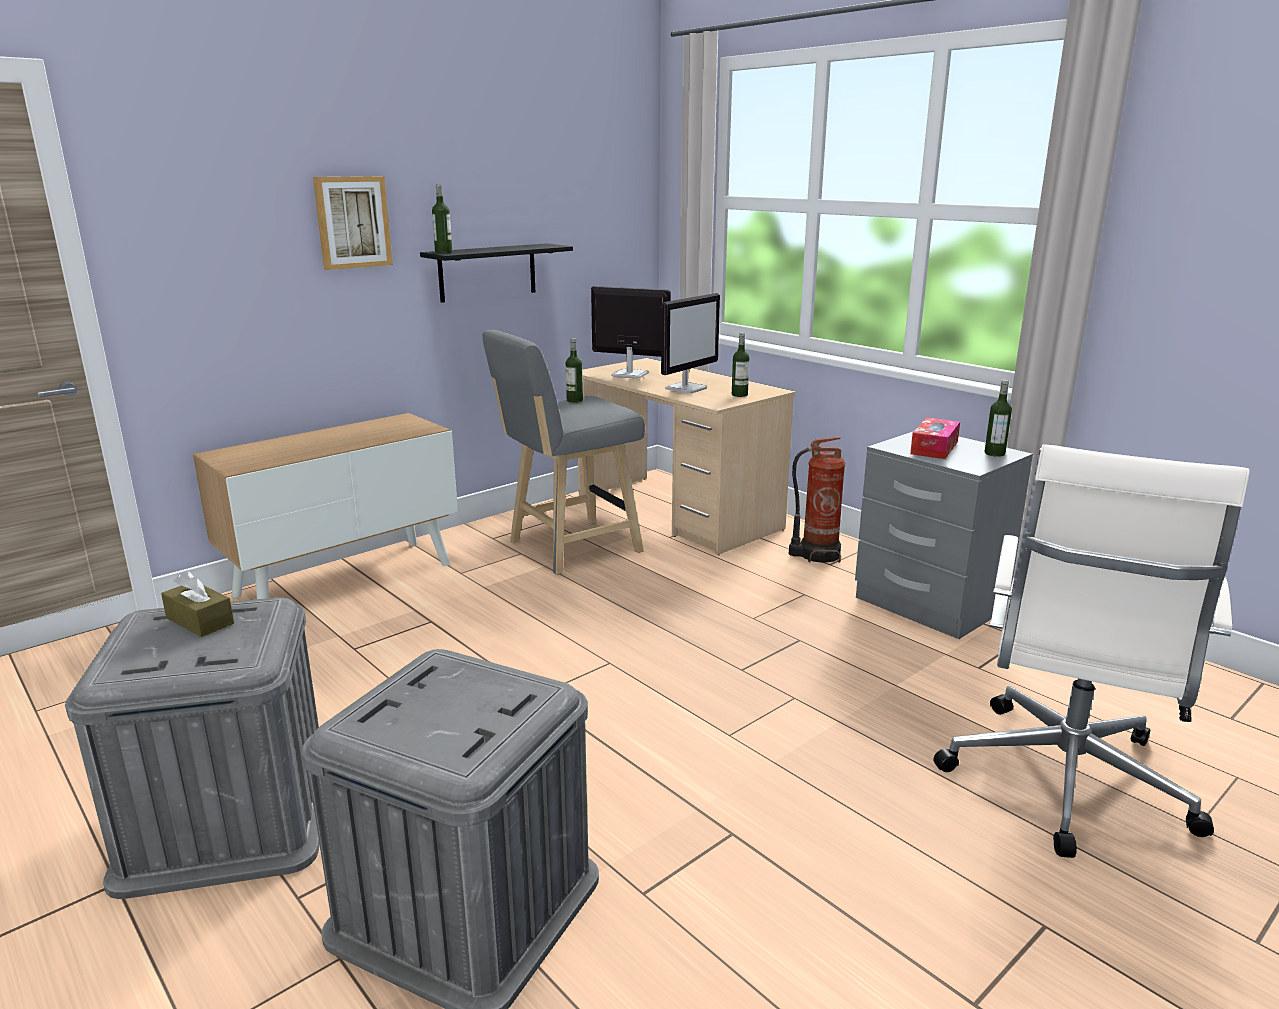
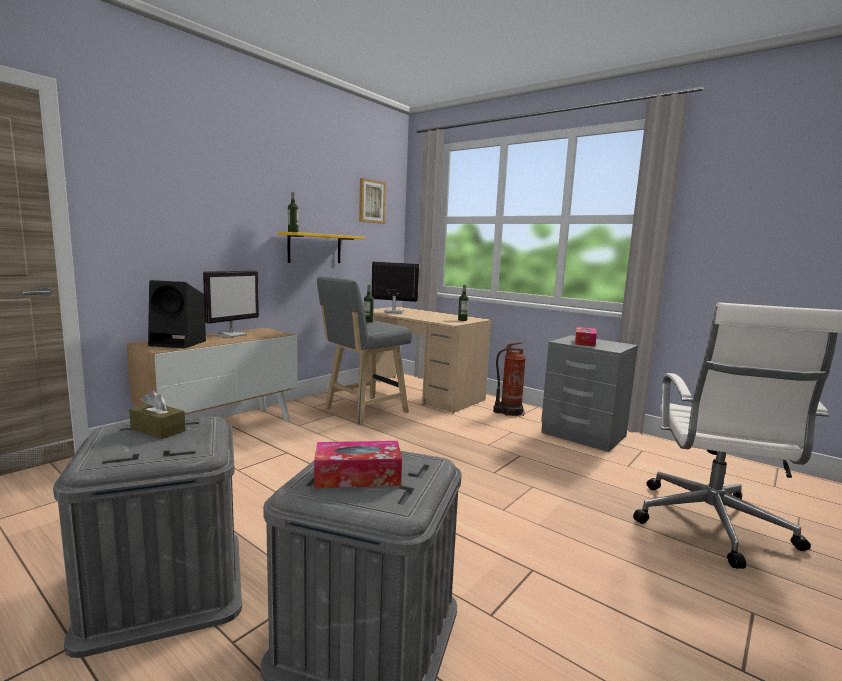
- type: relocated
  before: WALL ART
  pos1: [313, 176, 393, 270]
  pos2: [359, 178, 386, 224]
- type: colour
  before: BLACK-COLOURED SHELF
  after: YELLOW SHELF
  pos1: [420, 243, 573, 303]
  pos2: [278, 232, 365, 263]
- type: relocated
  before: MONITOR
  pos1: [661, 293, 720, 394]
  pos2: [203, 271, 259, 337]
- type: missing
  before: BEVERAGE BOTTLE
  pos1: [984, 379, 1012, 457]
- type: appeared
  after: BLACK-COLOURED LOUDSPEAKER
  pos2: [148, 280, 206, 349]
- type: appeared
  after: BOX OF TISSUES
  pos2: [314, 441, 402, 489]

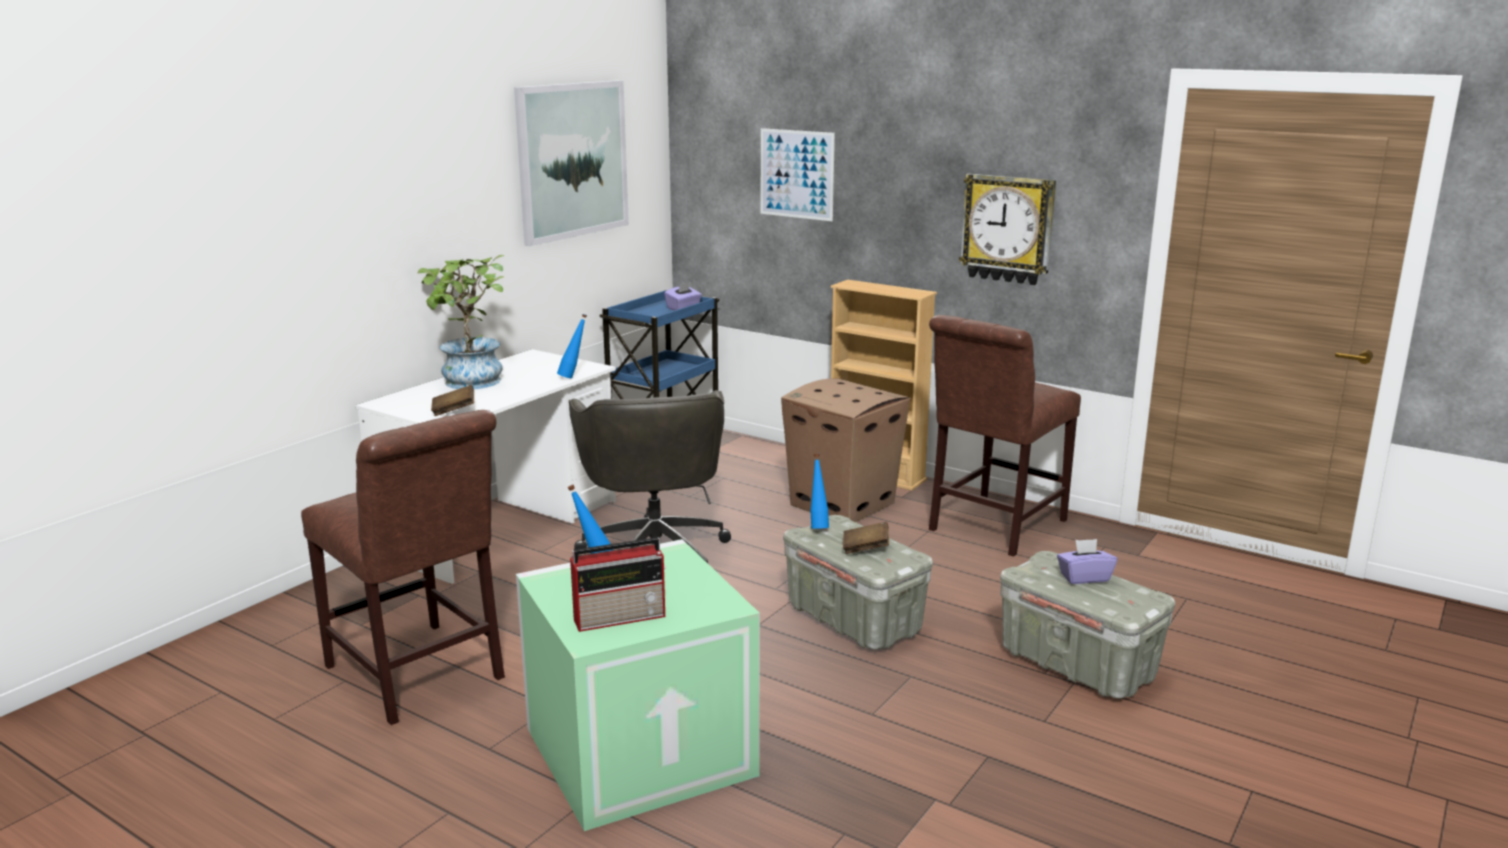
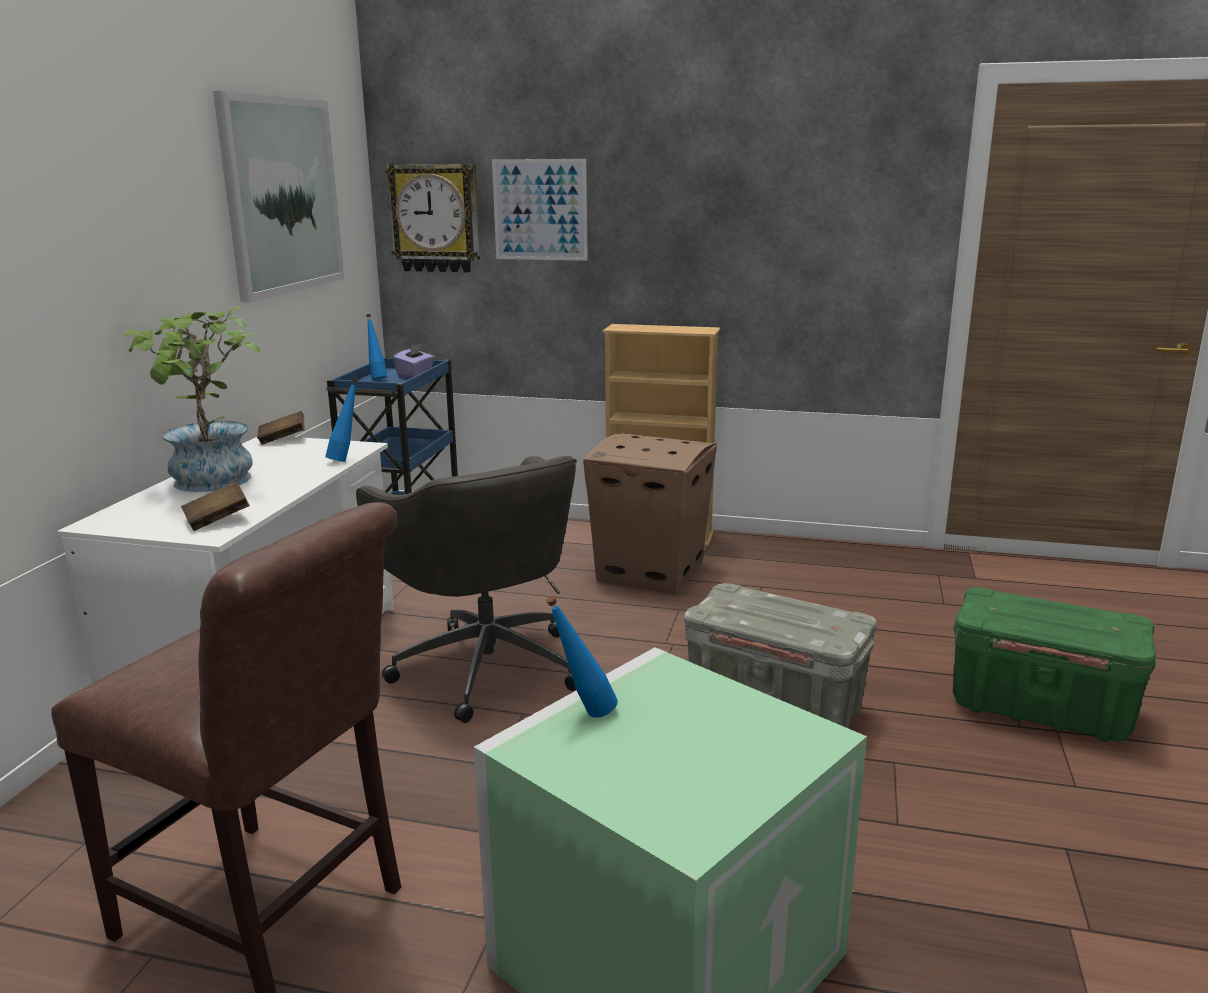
- type: missing
  before: RADIO
  pos1: [570, 537, 666, 632]
- type: relocated
  before: BLUE-COLOURED BEVERAGE BOTTLE
  pos1: [811, 454, 829, 529]
  pos2: [366, 314, 387, 380]
- type: relocated
  before: BROWN BOUND BOOK
  pos1: [843, 522, 889, 554]
  pos2: [257, 411, 305, 445]
- type: missing
  before: BROWN CHAIR
  pos1: [929, 315, 1081, 557]
- type: relocated
  before: CLOCK ON THE WALL
  pos1: [959, 174, 1056, 285]
  pos2: [385, 164, 480, 273]
- type: colour
  before: GREY STORAGE CONTAINER
  after: GREEN STORAGE CONTAINER
  pos1: [1000, 551, 1175, 699]
  pos2: [953, 587, 1156, 742]
- type: missing
  before: PURPLISH BOX OF TISSUES
  pos1: [1057, 539, 1117, 584]

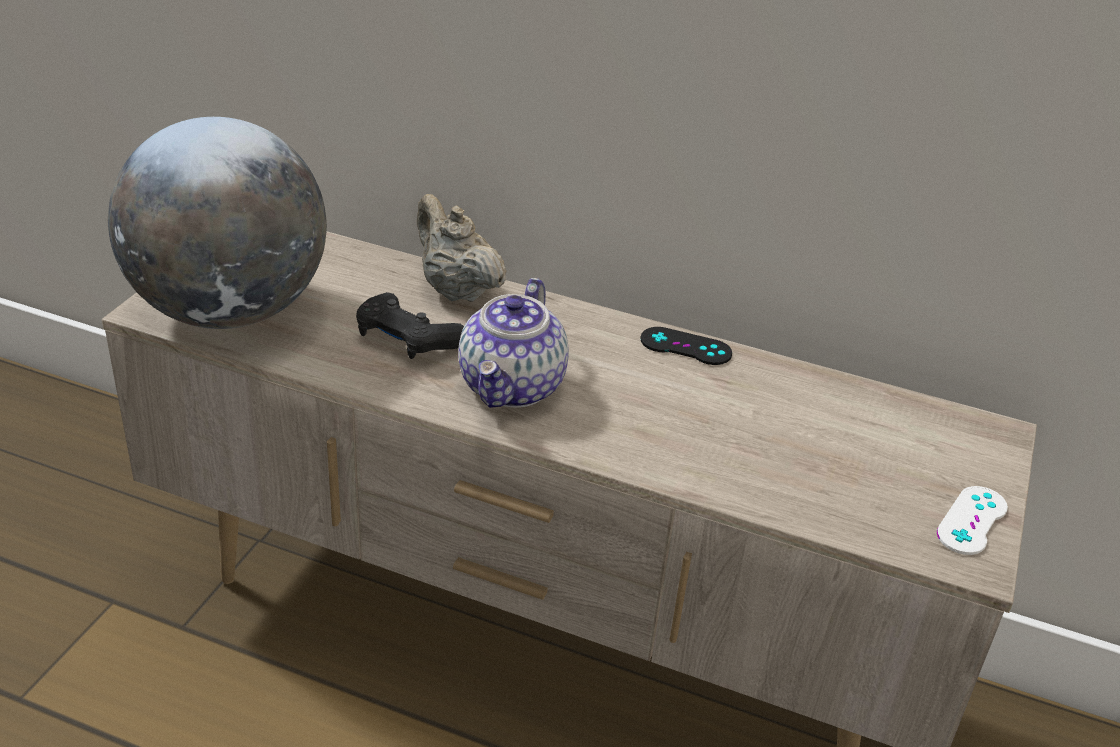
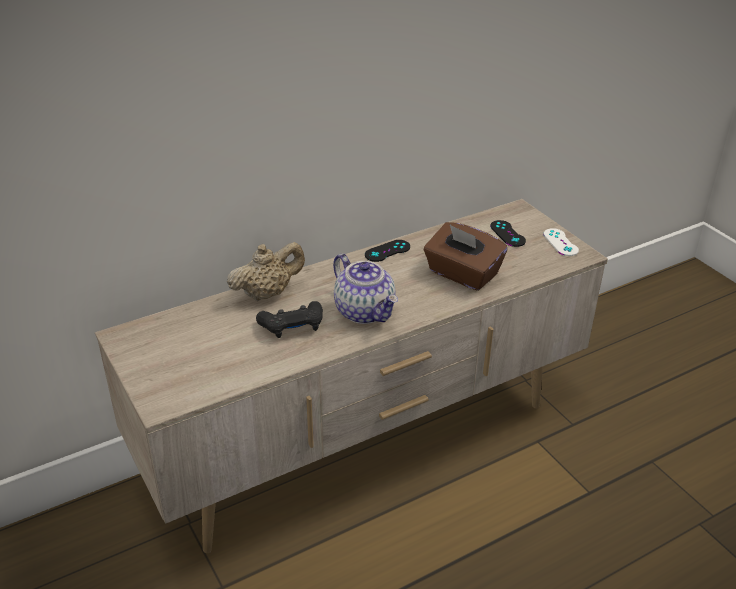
- type: missing
  before: WORLD GLOBE
  pos1: [108, 117, 327, 329]
- type: spun
  before: SAND-COLOURED TEA POT
  pos1: [417, 194, 506, 302]
  pos2: [227, 242, 305, 301]
  turn: 150
- type: appeared
  after: BROWN BOX OF TISSUES
  pos2: [424, 222, 508, 291]
- type: appeared
  after: BLACK-COLOURED GAME CONTROLLER
  pos2: [490, 220, 526, 247]

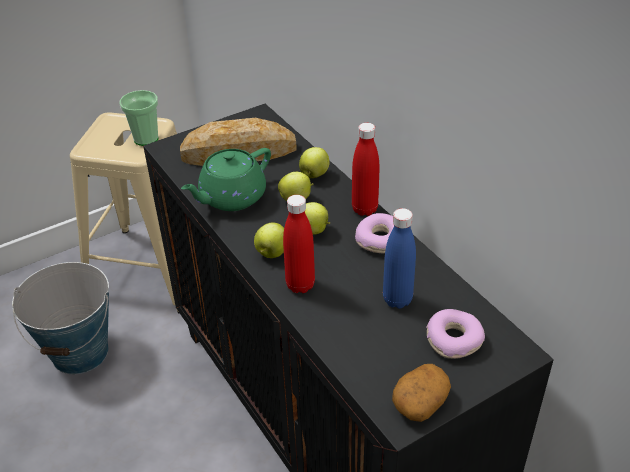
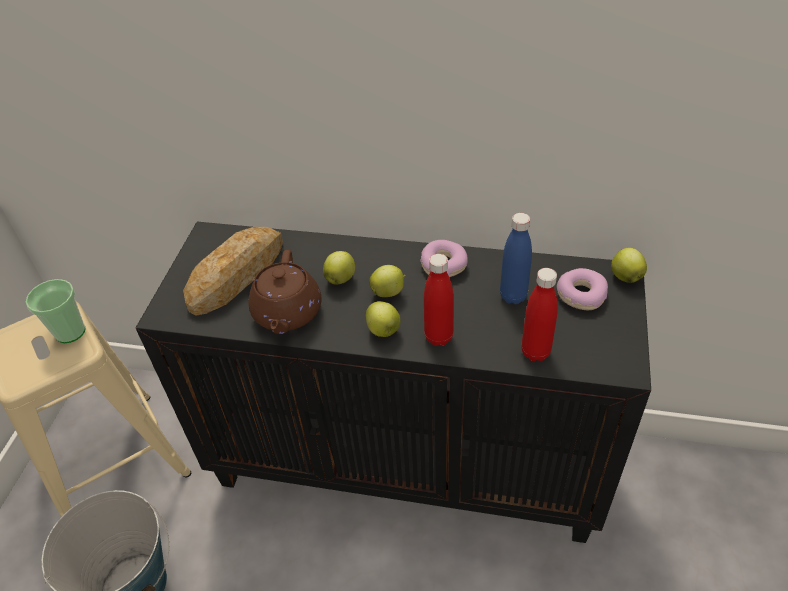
- type: colour
  before: GREEN TEA POT
  after: BROWN TEA POT
  pos1: [181, 148, 271, 211]
  pos2: [248, 250, 321, 334]
- type: relocated
  before: APPLE
  pos1: [299, 147, 329, 178]
  pos2: [611, 247, 647, 283]
- type: relocated
  before: RED-COLOURED BEVERAGE BOTTLE
  pos1: [352, 123, 380, 216]
  pos2: [521, 268, 558, 361]
- type: missing
  before: POTATO
  pos1: [392, 364, 451, 422]

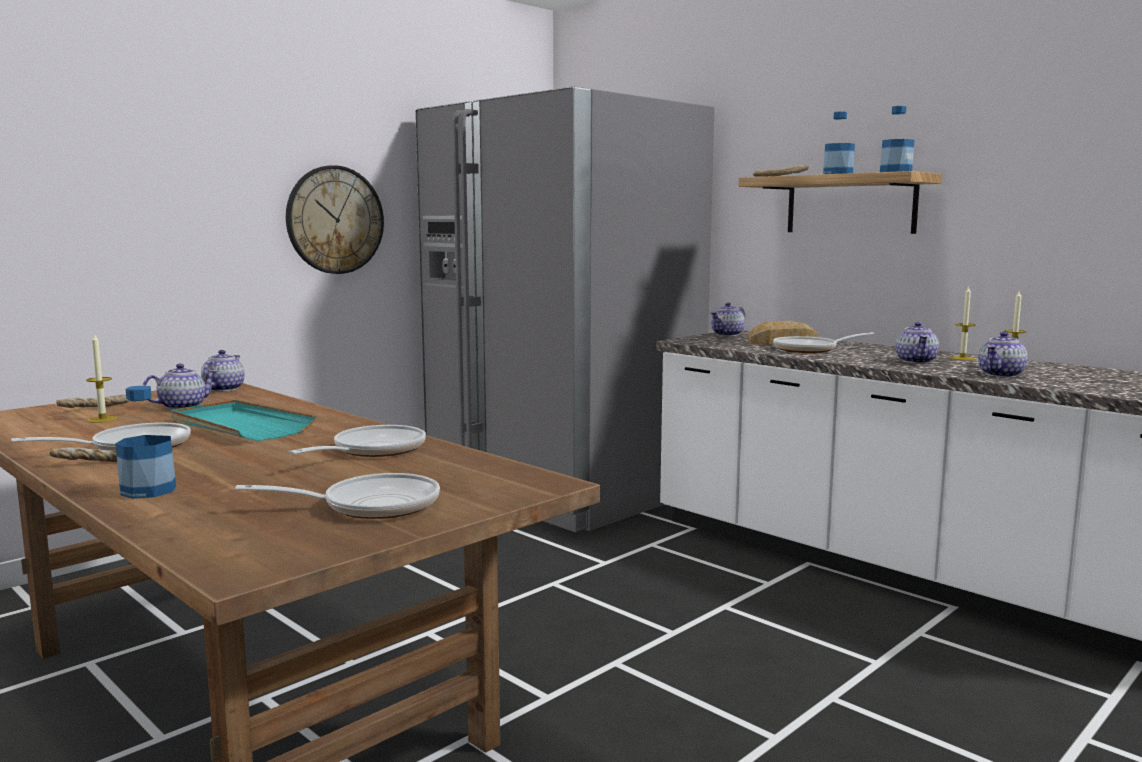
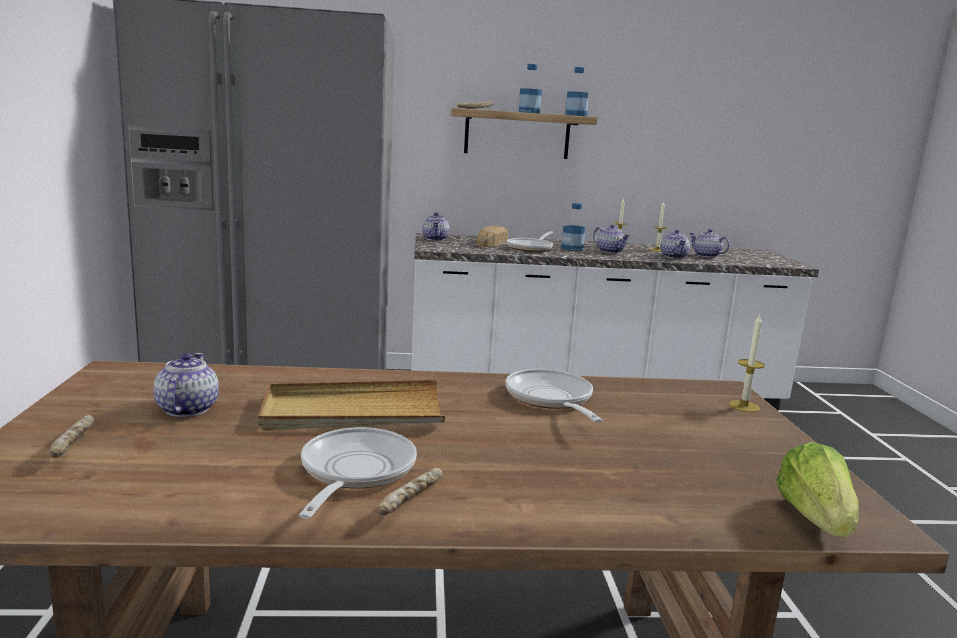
- type: relocated
  before: WAX LIGHT
  pos1: [86, 333, 118, 423]
  pos2: [729, 315, 765, 412]
- type: relocated
  before: BEVERAGE BOTTLE
  pos1: [115, 385, 176, 499]
  pos2: [561, 203, 585, 251]
- type: colour
  before: BLUE-GREEN CARRYING TRAY
  after: SAND-COLOURED CARRYING TRAY
  pos1: [171, 400, 316, 441]
  pos2: [258, 380, 445, 430]
- type: relocated
  before: TEA POT
  pos1: [201, 350, 245, 392]
  pos2: [689, 229, 730, 258]
- type: missing
  before: SKILLET
  pos1: [235, 473, 440, 519]
- type: missing
  before: CLOCK ON THE WALL
  pos1: [286, 165, 384, 274]
- type: appeared
  after: LETTUCE HEAD
  pos2: [777, 442, 859, 537]

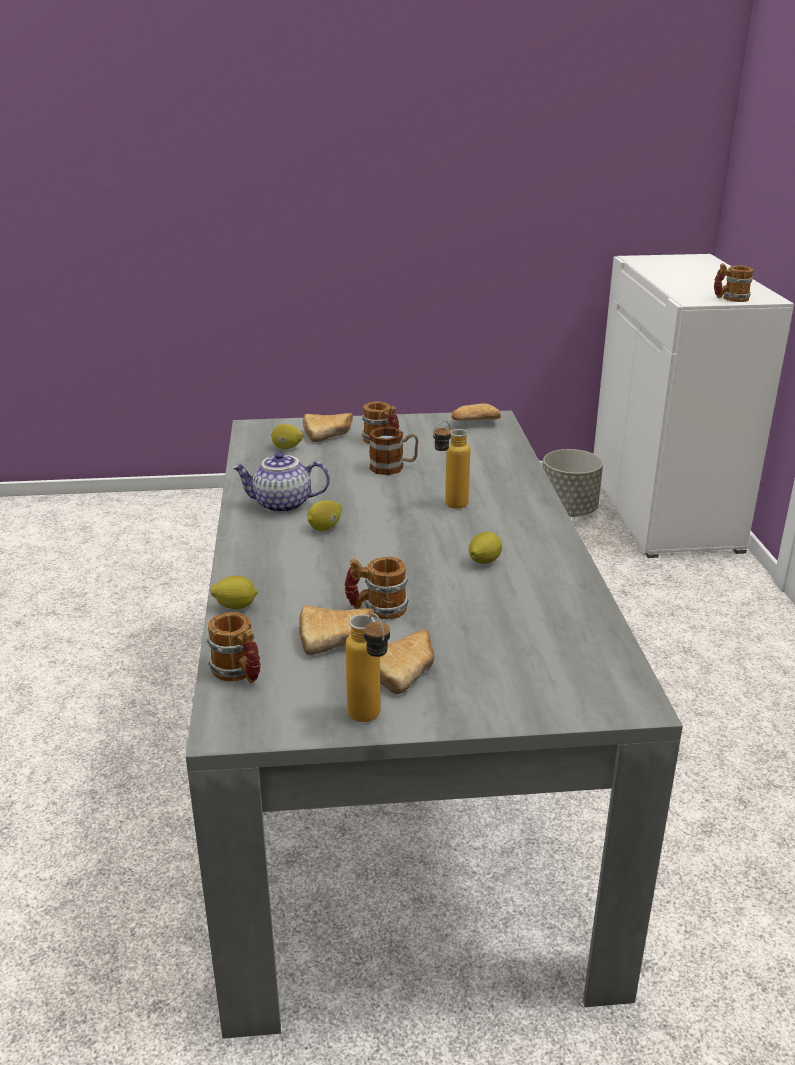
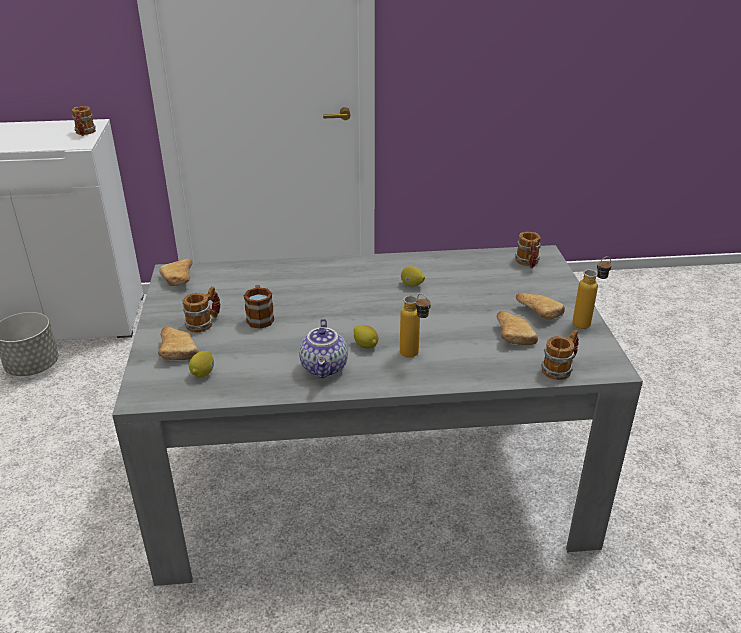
- type: missing
  before: WHOLE LEMON
  pos1: [211, 576, 258, 609]
- type: relocated
  before: MUG
  pos1: [344, 557, 409, 619]
  pos2: [515, 231, 541, 268]
- type: relocated
  before: BEVERAGE BOTTLE
  pos1: [433, 420, 470, 509]
  pos2: [400, 294, 431, 358]

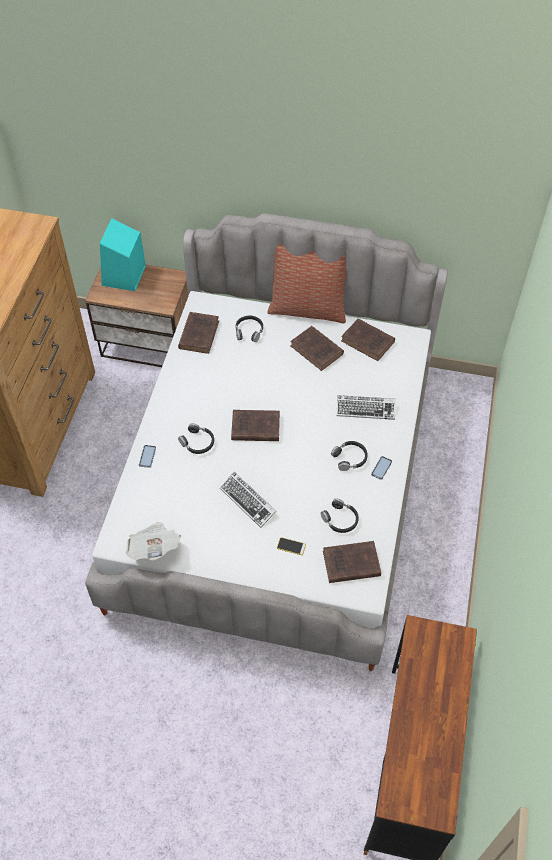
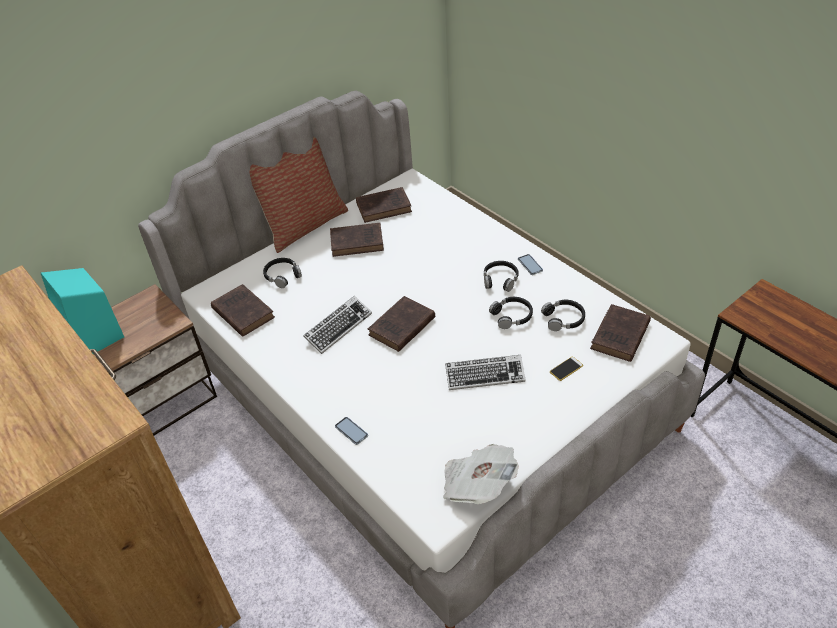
- type: relocated
  before: BLACK-COLOURED HEADPHONES
  pos1: [178, 423, 214, 454]
  pos2: [489, 297, 533, 329]
- type: relocated
  before: COMPUTER KEYBOARD
  pos1: [336, 395, 396, 420]
  pos2: [303, 296, 372, 354]

